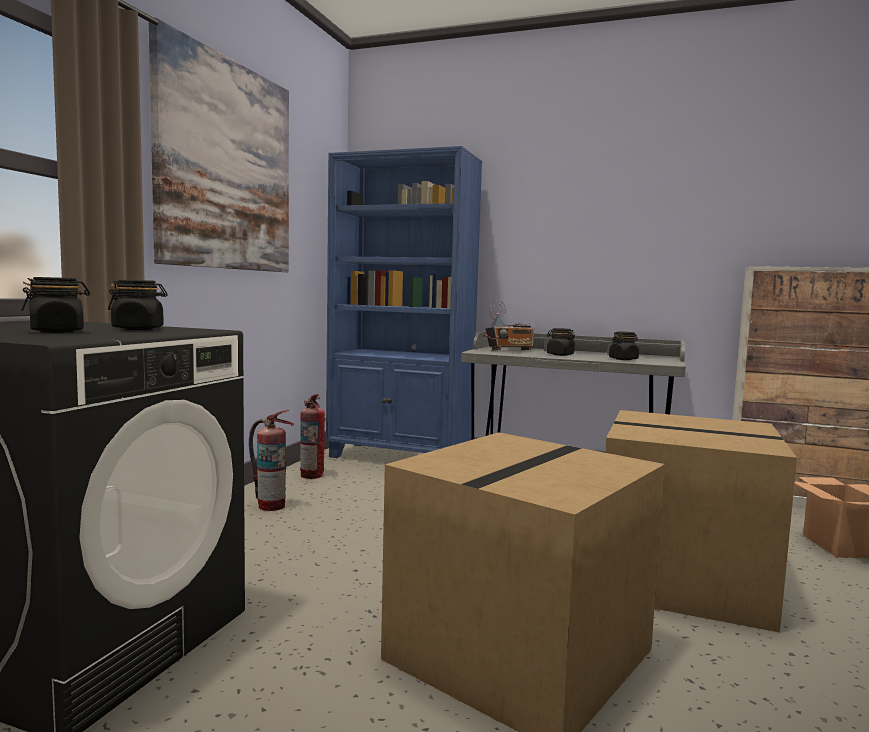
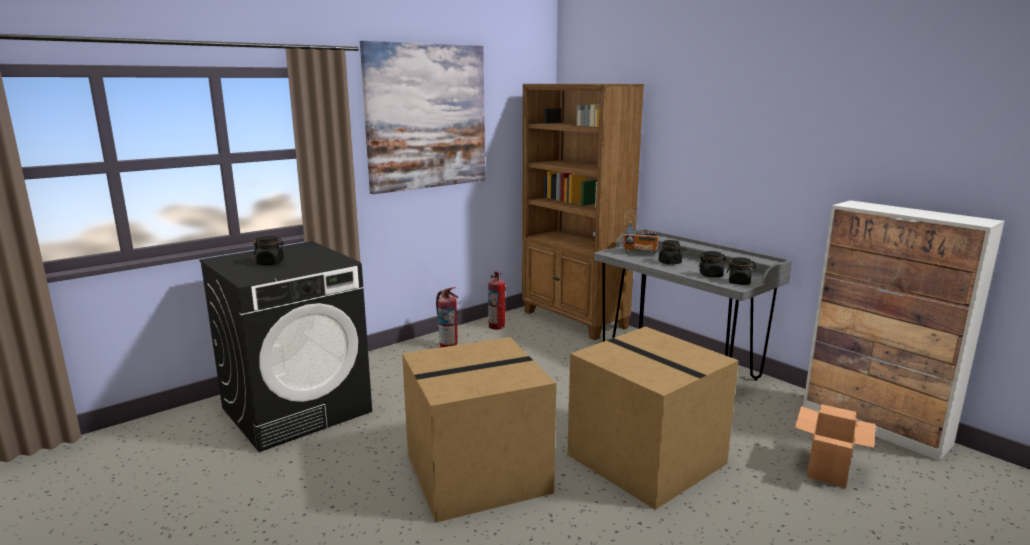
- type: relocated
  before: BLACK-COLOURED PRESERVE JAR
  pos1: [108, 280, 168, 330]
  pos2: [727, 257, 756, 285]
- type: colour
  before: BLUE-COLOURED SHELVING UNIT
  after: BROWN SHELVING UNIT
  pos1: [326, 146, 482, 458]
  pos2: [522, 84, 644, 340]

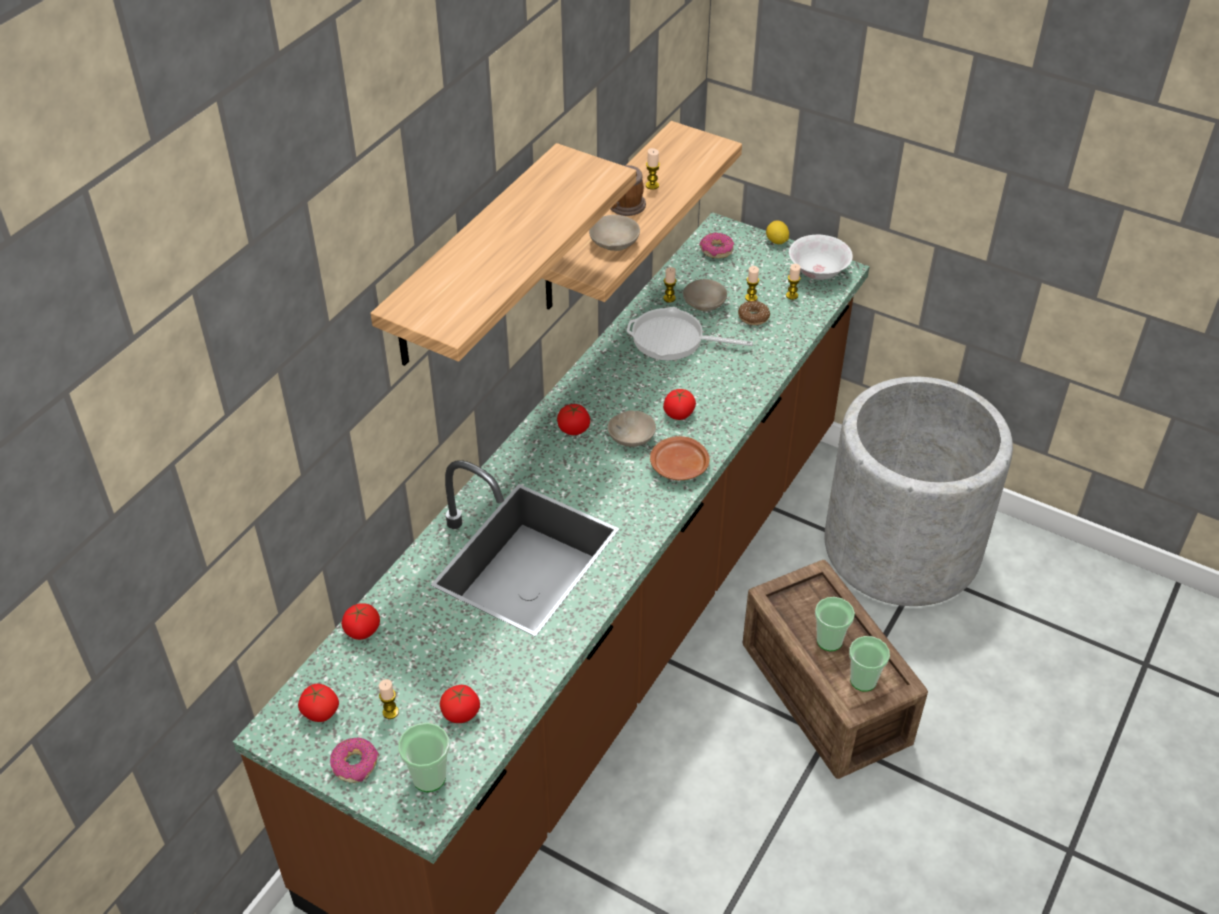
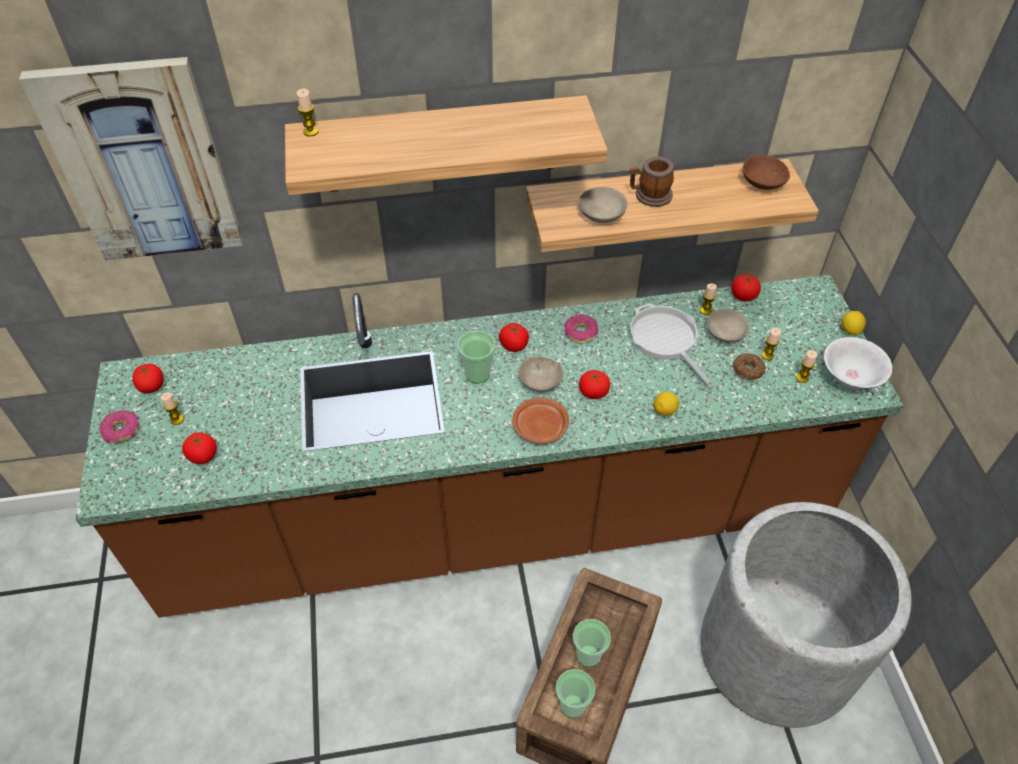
- type: relocated
  before: WHOLE TOMATO
  pos1: [341, 603, 380, 640]
  pos2: [732, 275, 761, 301]
- type: relocated
  before: DRINKING CUP
  pos1: [398, 723, 449, 792]
  pos2: [458, 331, 495, 384]
- type: relocated
  before: WAX LIGHT
  pos1: [646, 148, 660, 190]
  pos2: [297, 88, 319, 137]
- type: relocated
  before: DONUT
  pos1: [699, 233, 734, 258]
  pos2: [564, 314, 598, 344]
- type: appeared
  after: WALL ART
  pos2: [19, 57, 243, 261]
- type: appeared
  after: WHOLE LEMON
  pos2: [654, 392, 679, 416]
- type: appeared
  after: BROWN SERVING BOWL
  pos2: [743, 155, 790, 190]

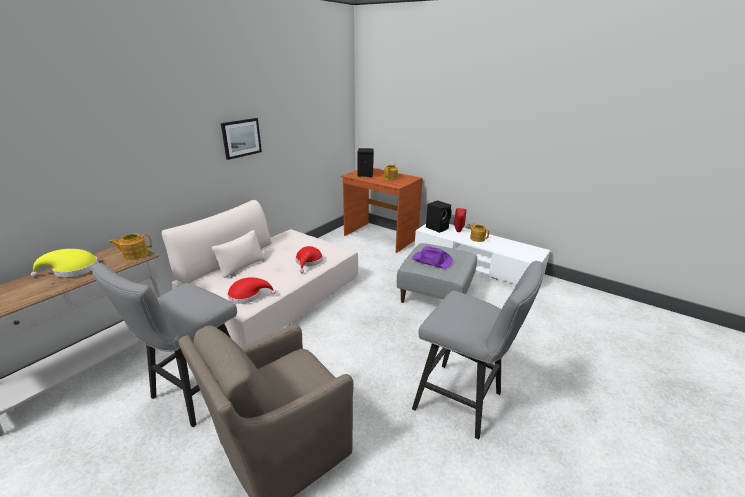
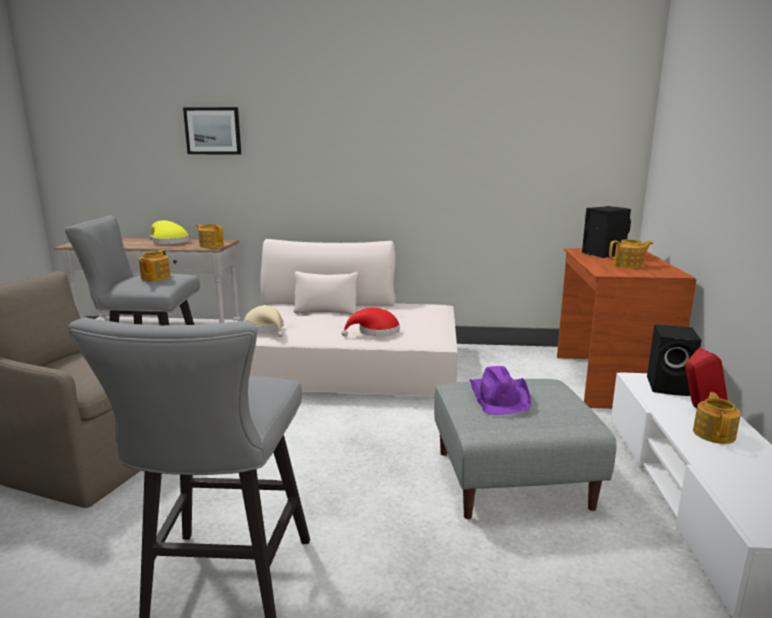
- type: relocated
  before: WALL ART
  pos1: [221, 118, 262, 160]
  pos2: [183, 107, 241, 154]
- type: colour
  before: RED-COLOURED HAT
  after: SAND-COLOURED HAT
  pos1: [227, 277, 276, 304]
  pos2: [243, 305, 284, 338]
- type: appeared
  after: TEA POT
  pos2: [139, 250, 171, 281]

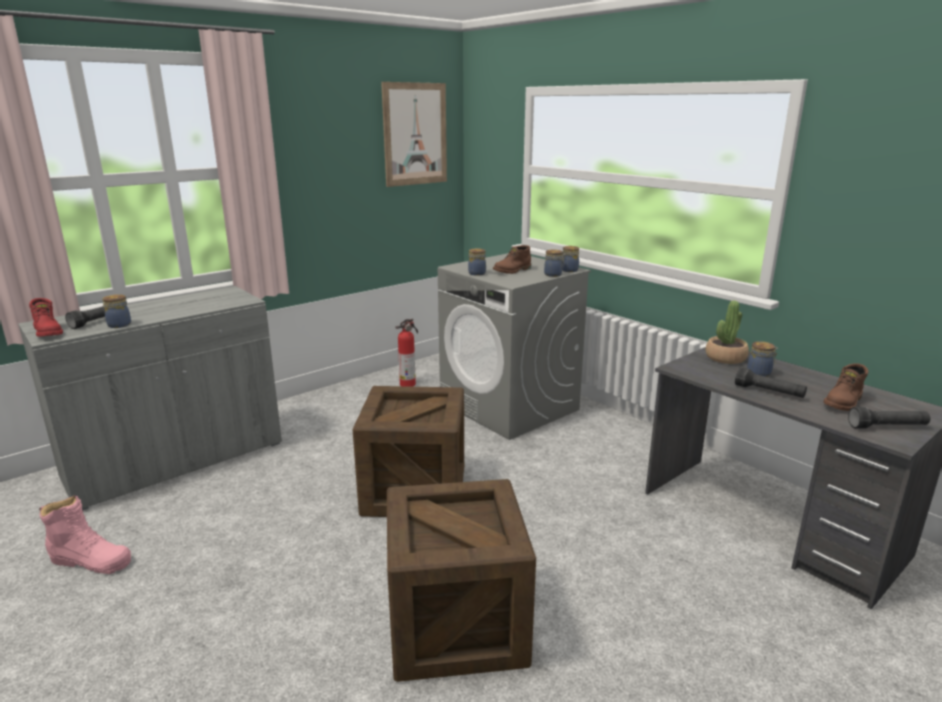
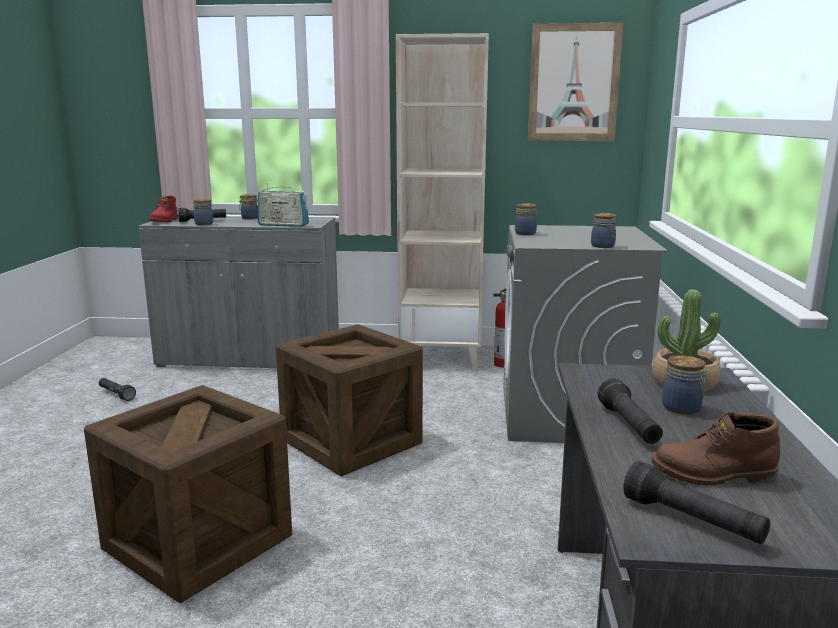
- type: exchanged
  before: PINK BOOT
  after: BLACK-COLOURED HAND TORCH
  pos1: [39, 495, 131, 574]
  pos2: [99, 378, 136, 401]
- type: missing
  before: BROWN BOOT
  pos1: [493, 245, 531, 274]
- type: relocated
  before: PRESERVE JAR
  pos1: [562, 246, 579, 272]
  pos2: [239, 194, 258, 219]
- type: appeared
  after: RADIO
  pos2: [258, 182, 309, 227]
- type: appeared
  after: SAND-COLOURED SHELVING UNIT
  pos2: [396, 33, 489, 370]

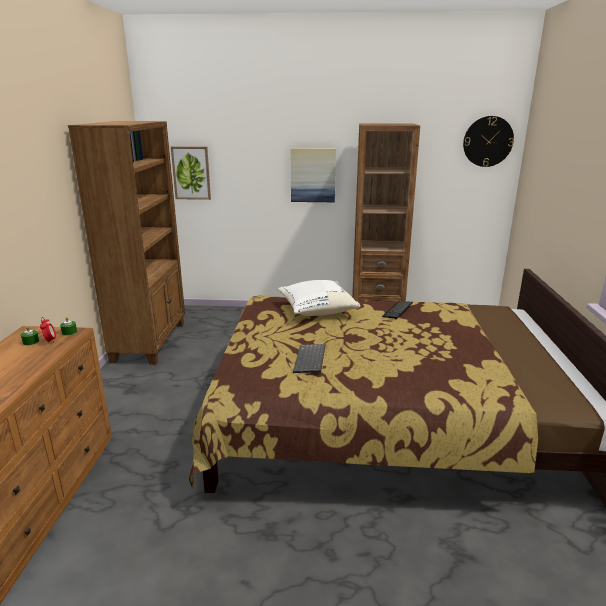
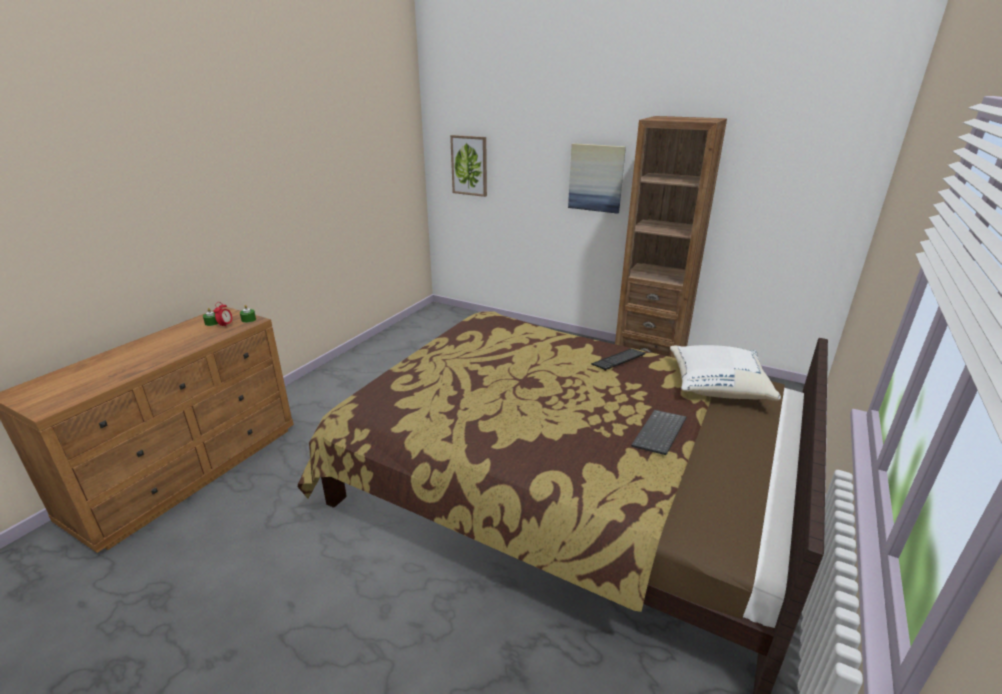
- type: missing
  before: BROWN SHELVING UNIT
  pos1: [68, 121, 185, 365]
- type: relocated
  before: WHITISH PILLOW
  pos1: [278, 280, 360, 316]
  pos2: [670, 345, 781, 401]
- type: relocated
  before: COMPUTER KEYBOARD
  pos1: [293, 344, 325, 373]
  pos2: [631, 410, 687, 455]
- type: missing
  before: CLOCK ON THE WALL
  pos1: [463, 116, 514, 167]

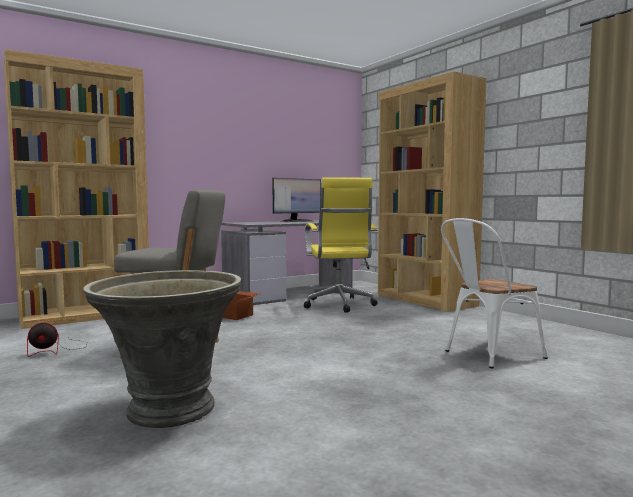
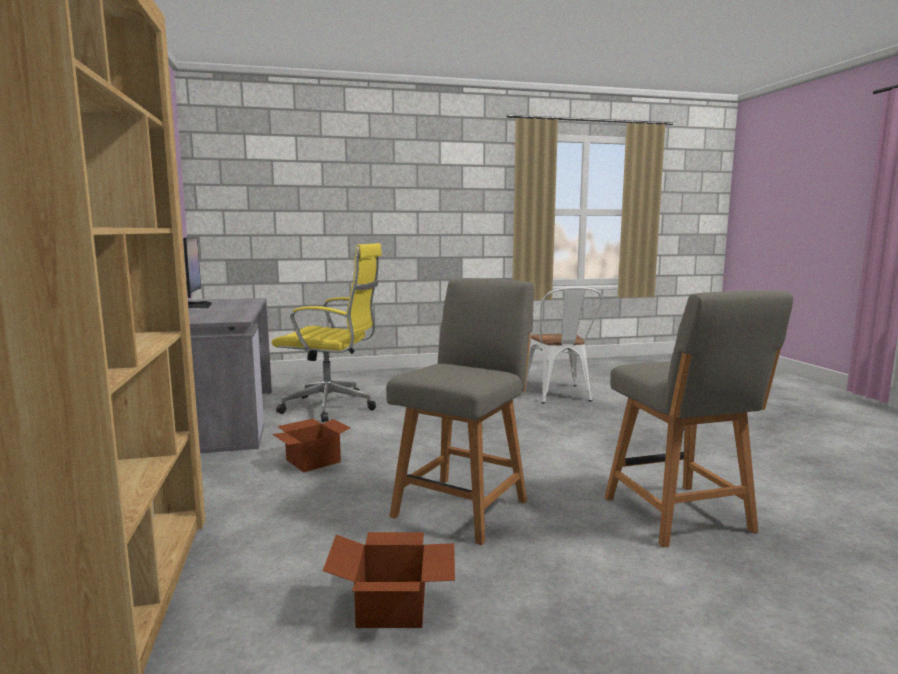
- type: exchanged
  before: ELECTRIC FAN
  after: CARTON
  pos1: [27, 323, 87, 357]
  pos2: [323, 532, 455, 628]
- type: exchanged
  before: GREY PLANTER
  after: GREY CHAIR
  pos1: [83, 270, 241, 428]
  pos2: [604, 290, 793, 548]
- type: missing
  before: BROWN SHELVING UNIT
  pos1: [378, 71, 487, 312]

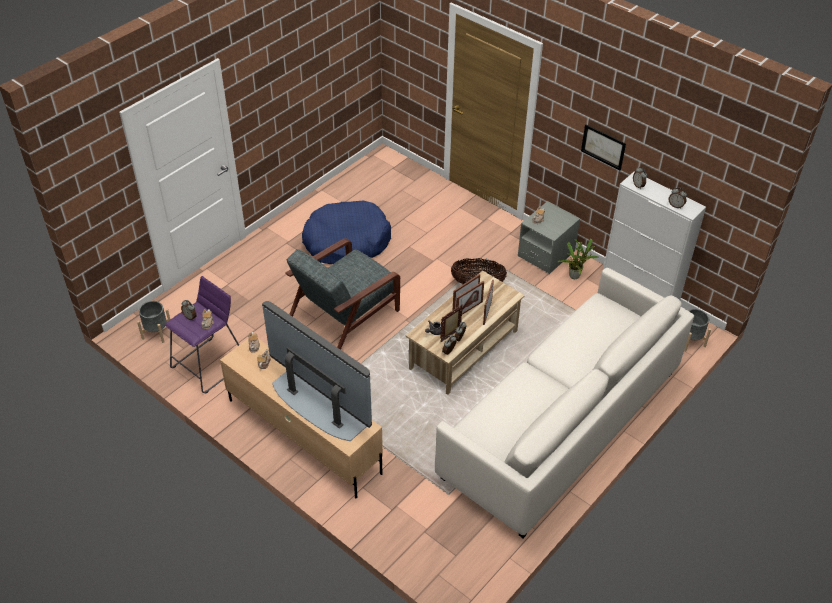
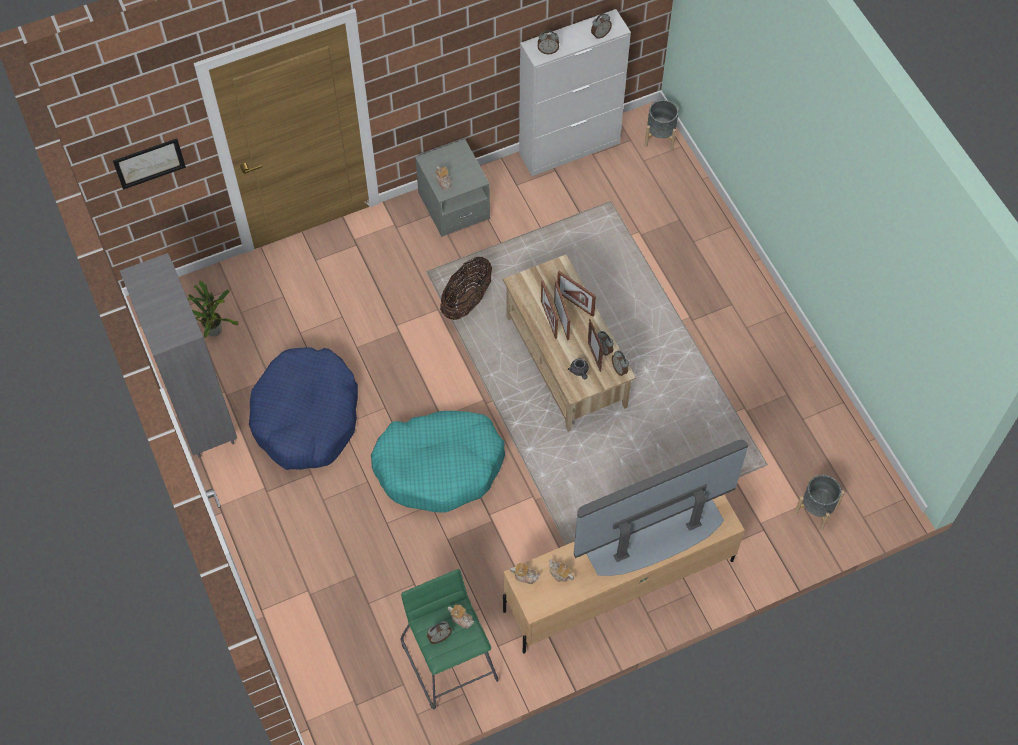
- type: relocated
  before: GREY PLANTER
  pos1: [137, 301, 171, 343]
  pos2: [794, 475, 845, 530]
- type: colour
  before: PURPLISH STOOL SEAT
  after: GREEN STOOL SEAT
  pos1: [165, 276, 239, 393]
  pos2: [401, 569, 499, 709]
- type: exchanged
  before: GREY ARMCHAIR
  after: BLUE-GREEN DOG CUSHION
  pos1: [285, 238, 400, 350]
  pos2: [371, 411, 505, 513]
- type: missing
  before: WHITISH SETTEE
  pos1: [435, 268, 694, 538]
- type: relocated
  before: HOUSEPLANT
  pos1: [558, 239, 598, 279]
  pos2: [187, 281, 239, 338]
- type: relocated
  before: WALL ART
  pos1: [581, 124, 626, 170]
  pos2: [113, 138, 186, 190]
- type: appeared
  after: GREY SHELVING UNIT
  pos2: [120, 253, 237, 458]

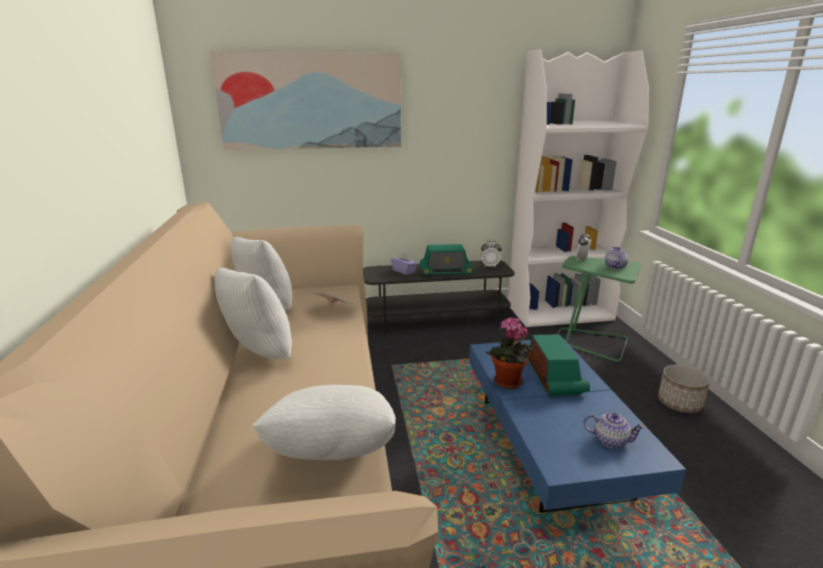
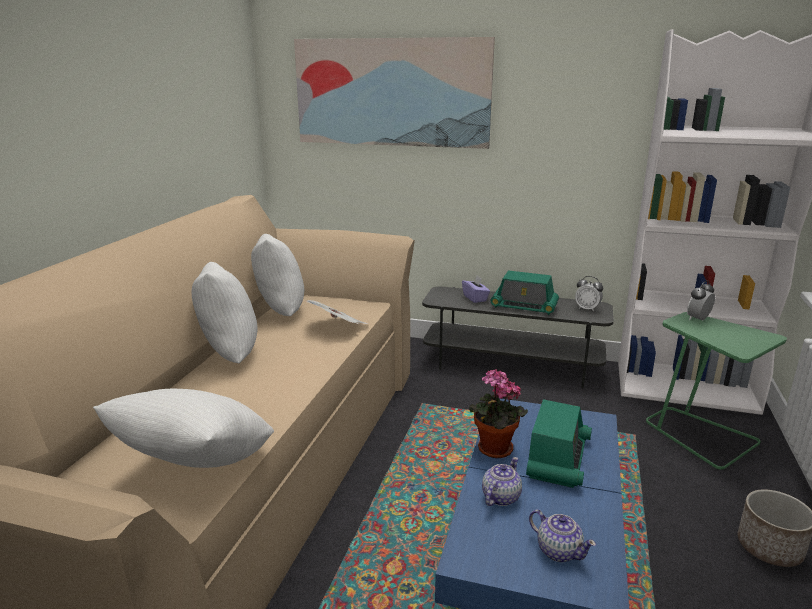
- type: relocated
  before: TEA POT
  pos1: [605, 247, 628, 269]
  pos2: [482, 457, 522, 506]

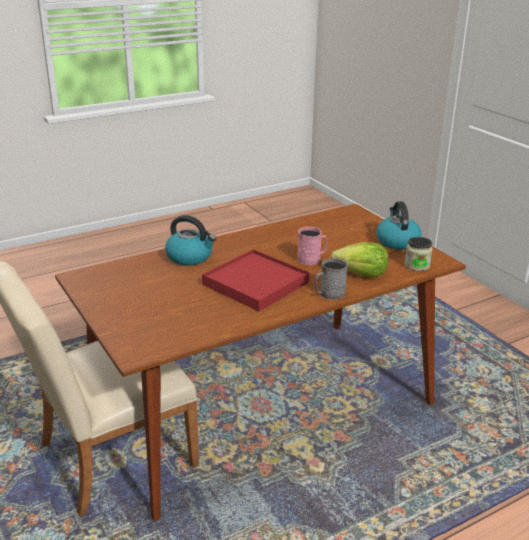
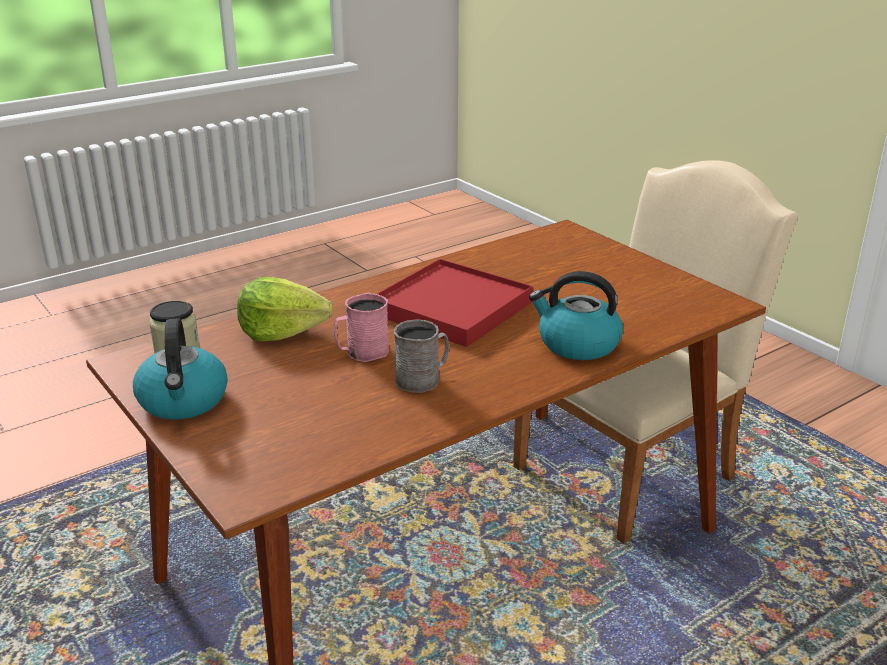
- type: relocated
  before: GREY MUG
  pos1: [315, 258, 348, 300]
  pos2: [394, 319, 449, 393]

